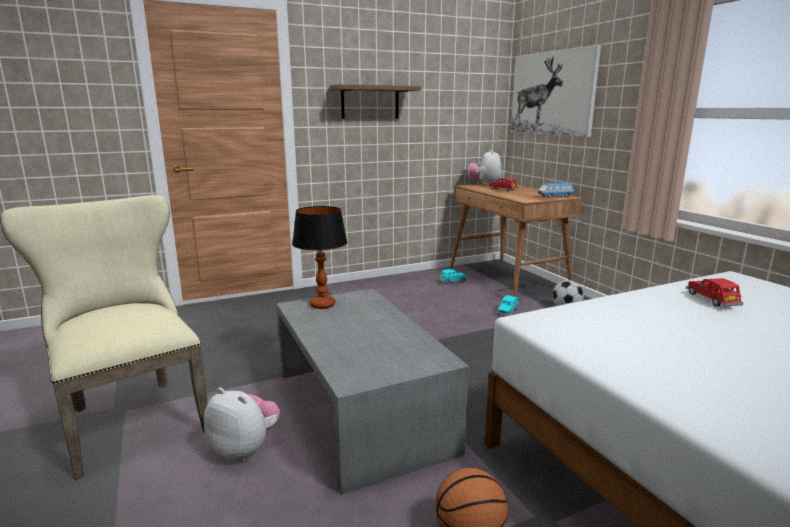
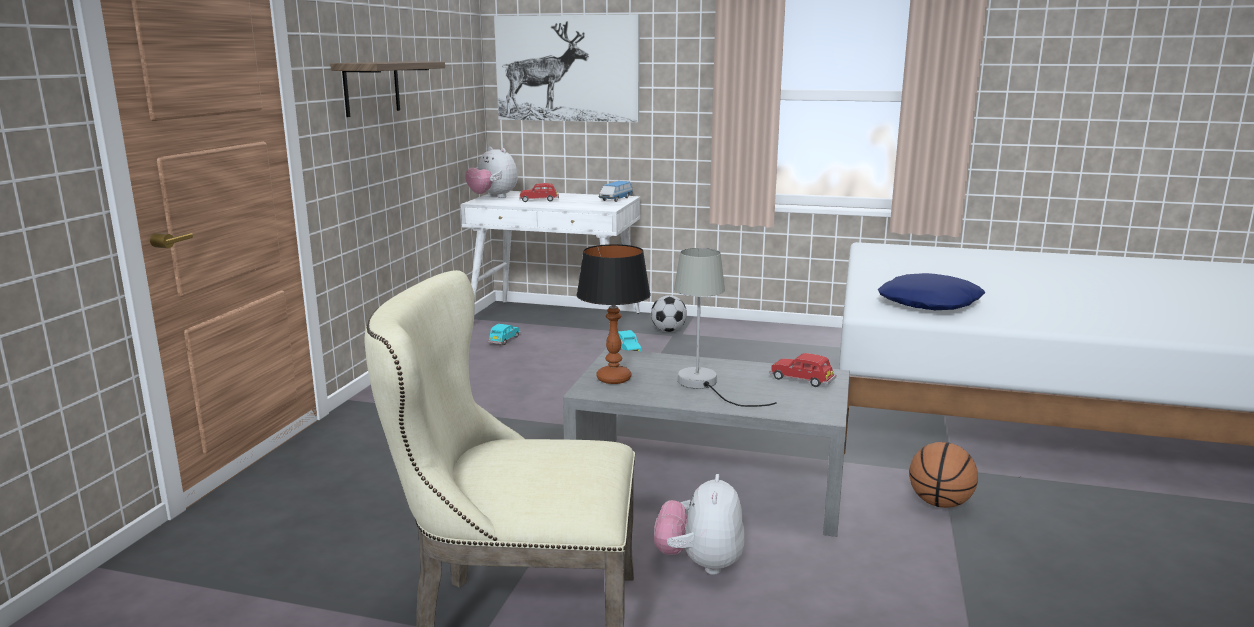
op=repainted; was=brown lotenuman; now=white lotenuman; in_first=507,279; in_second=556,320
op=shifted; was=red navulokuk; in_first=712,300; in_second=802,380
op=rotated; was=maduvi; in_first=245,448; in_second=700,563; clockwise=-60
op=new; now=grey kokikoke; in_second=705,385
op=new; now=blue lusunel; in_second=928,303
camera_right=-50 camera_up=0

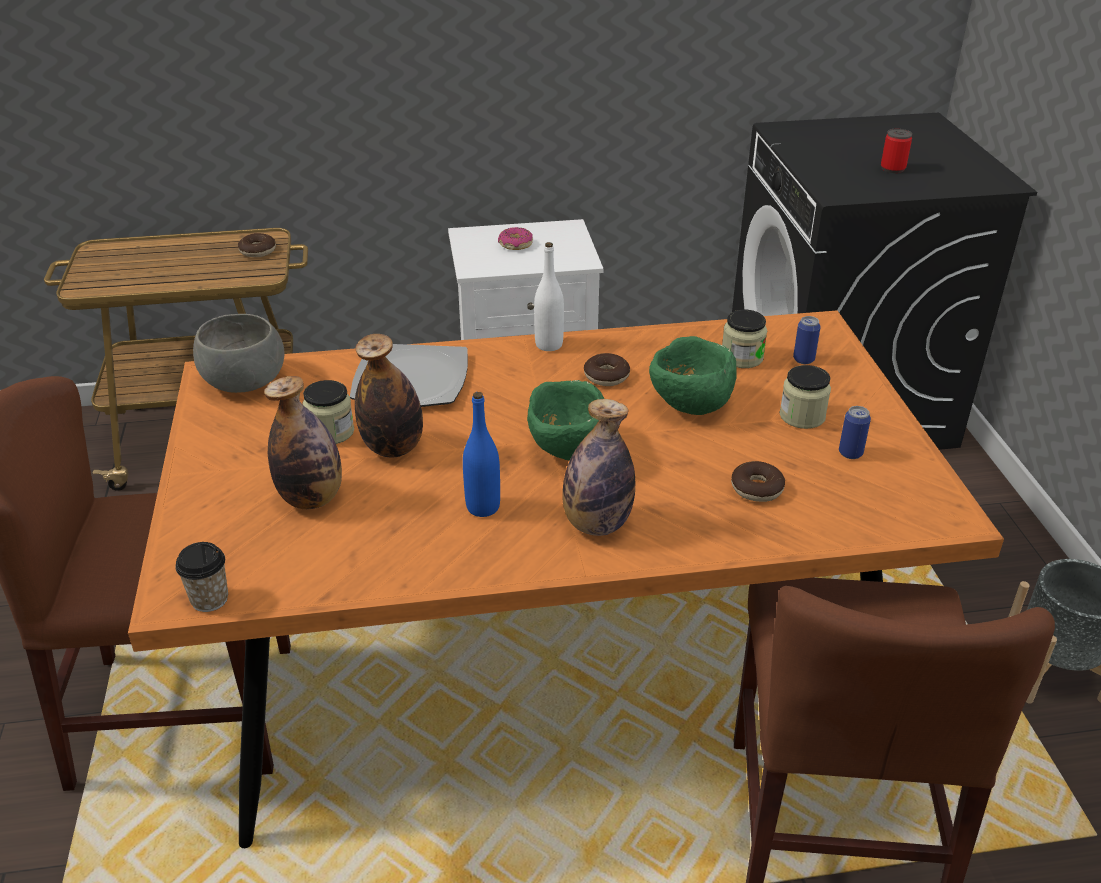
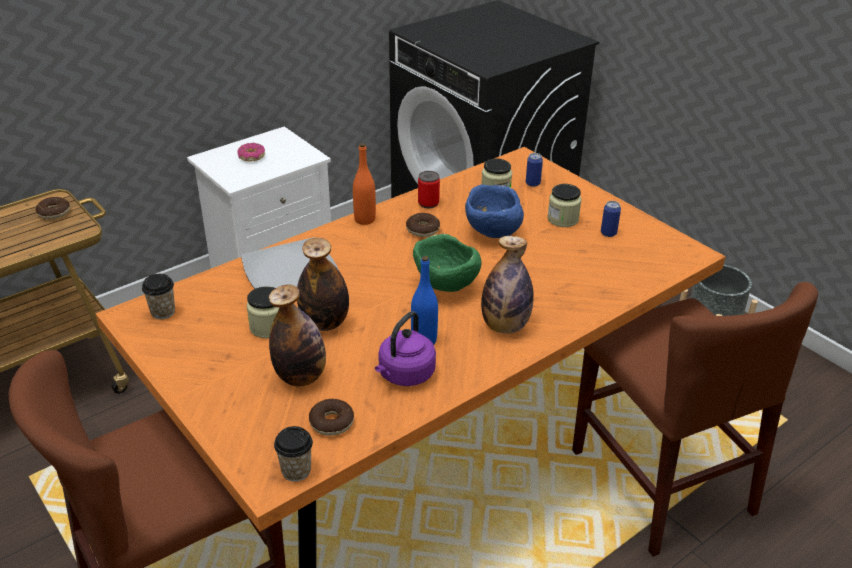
op=shifted; was=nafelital; in_first=892,168; in_second=428,203
op=repainted; was=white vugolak; now=orange vugolak; in_first=549,345; in_second=365,219
op=swapped; was=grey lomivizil; now=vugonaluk; in_first=245,381; in_second=163,312
op=repainted; was=green lomivizil; now=blue lomivizil; in_first=690,405; in_second=492,233
op=shifted; was=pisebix; in_first=756,488; in_second=331,422
op=new; now=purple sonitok; in_second=404,375
camera_right=-30 camera_up=0

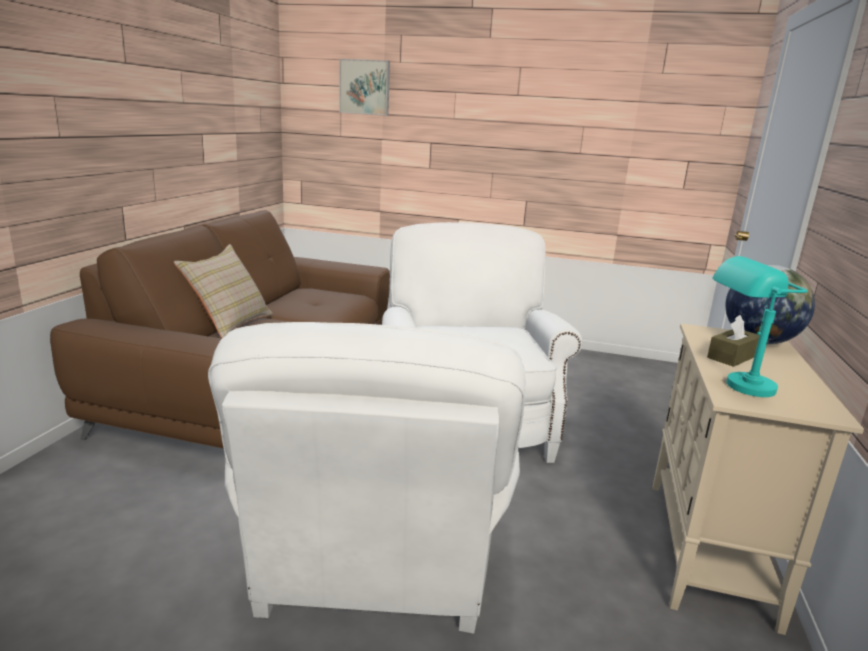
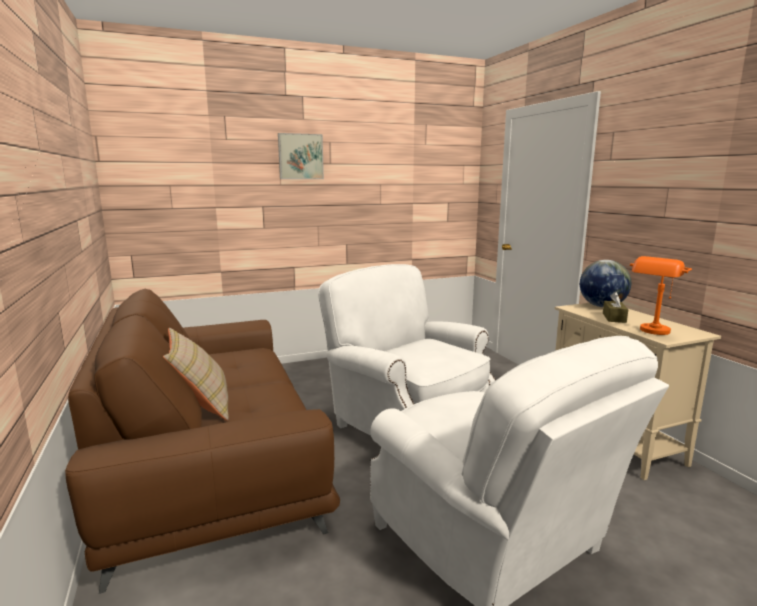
op=shifted; was=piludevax; in_first=365,87; in_second=300,156
op=repainted; was=turquoise kokikoke; now=orange kokikoke; in_first=736,388; in_second=652,333
camera_right=-35 camera_up=-5

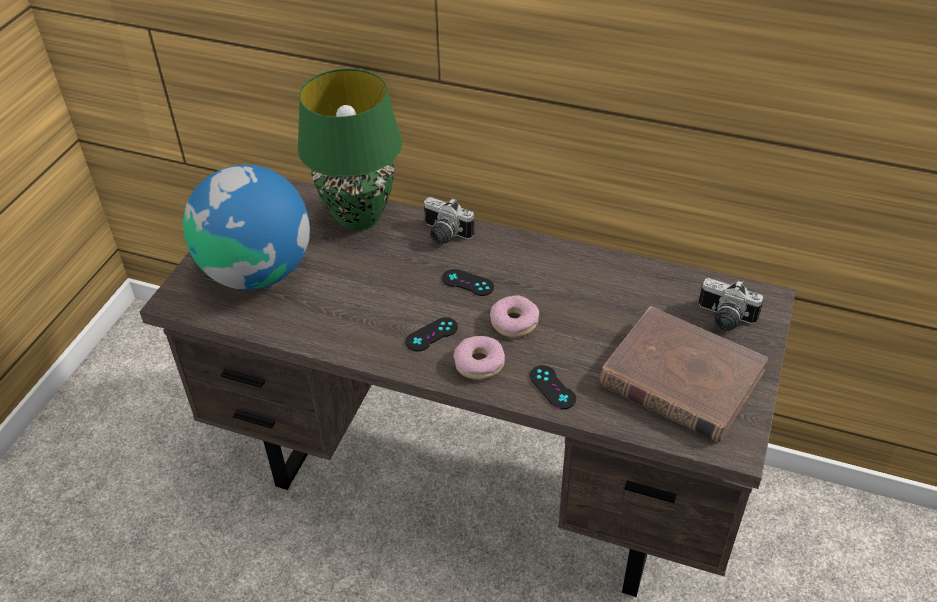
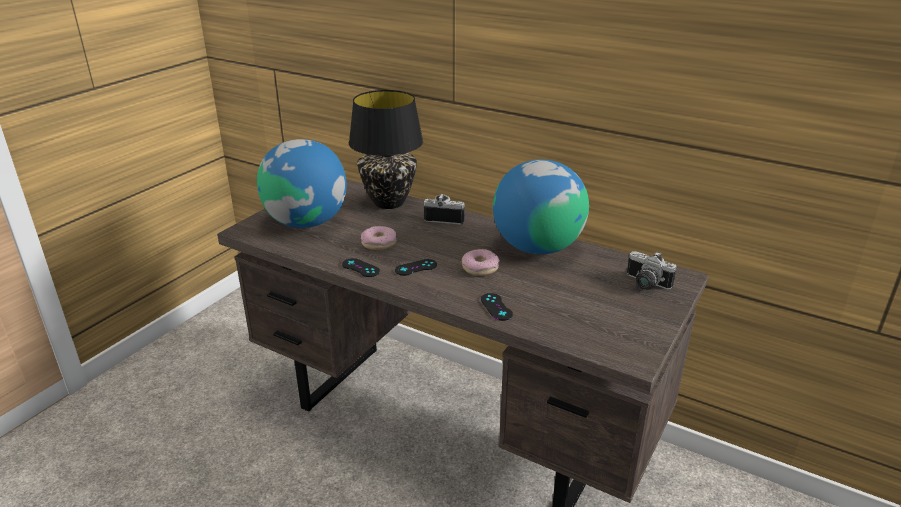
op=repainted; was=green kokikoke; now=black kokikoke; in_first=359,218; in_second=389,203
op=rotated; was=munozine; in_first=444,235; in_second=445,217; clockwise=150
op=shifted; was=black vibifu; in_first=468,283; in_second=360,268
op=gone; was=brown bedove; in_first=680,379
op=shifted; was=pisebix; in_first=479,363; in_second=379,243
op=new; now=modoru; in_second=537,247
camera_right=10 camera_up=-15

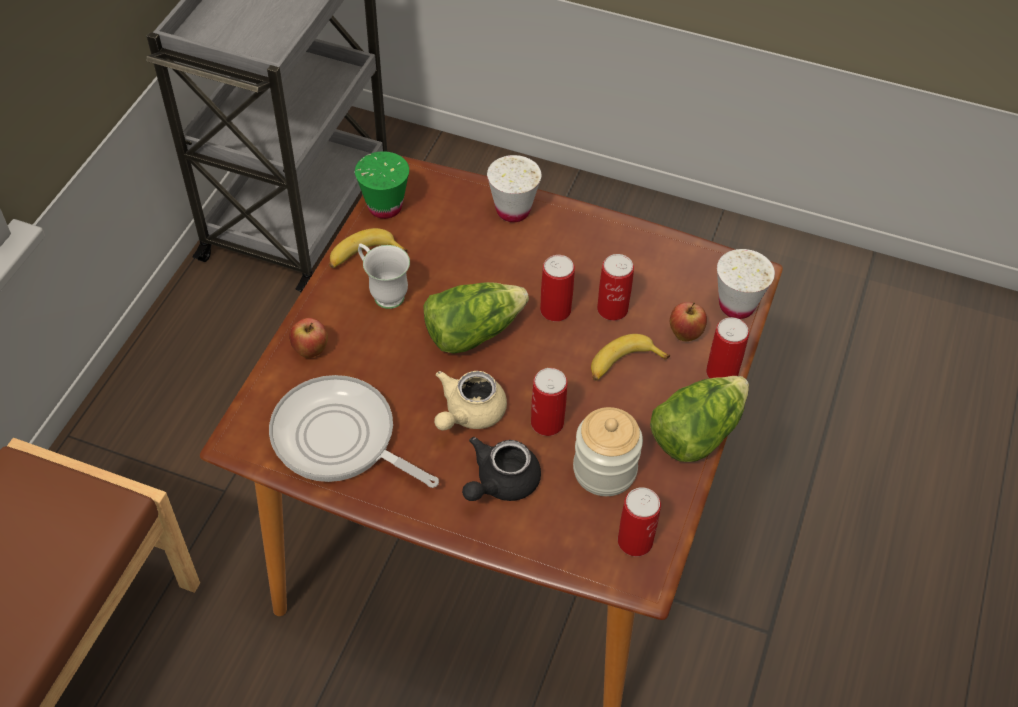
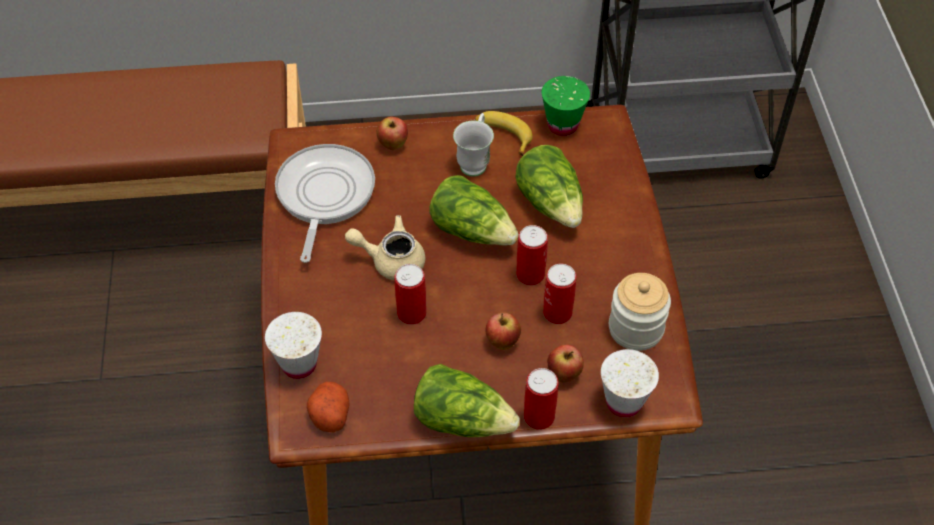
op=shifted; was=white vugonaluk; in_first=513,210; in_second=299,364
op=swapped; was=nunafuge; now=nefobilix; in_first=623,365; in_second=502,342
op=shifted; was=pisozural; in_first=604,470; in_second=636,328
op=gone; was=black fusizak; in_first=500,483
op=swapped; was=nafelital; now=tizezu; in_first=635,541; in_second=329,414
op=new; now=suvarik; in_second=551,203
camera_right=65 camera_up=0

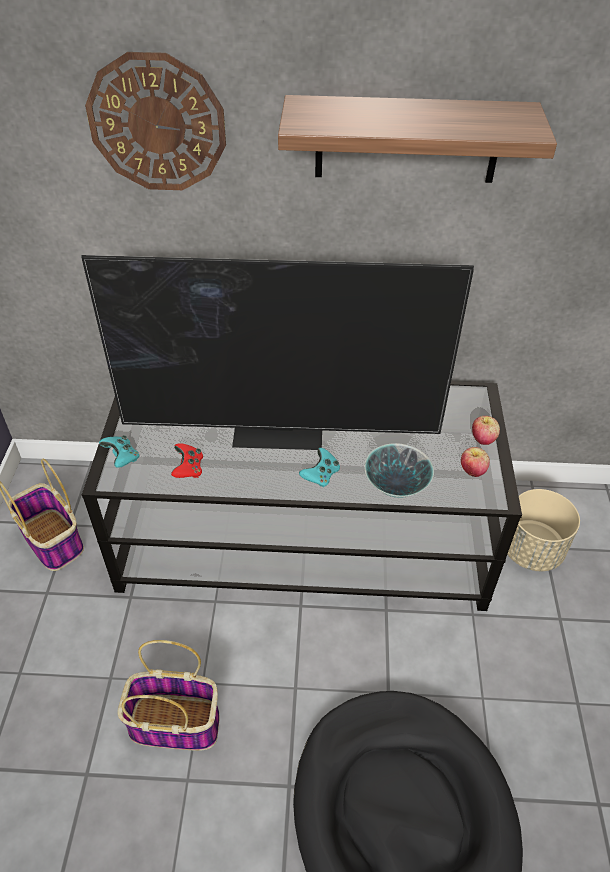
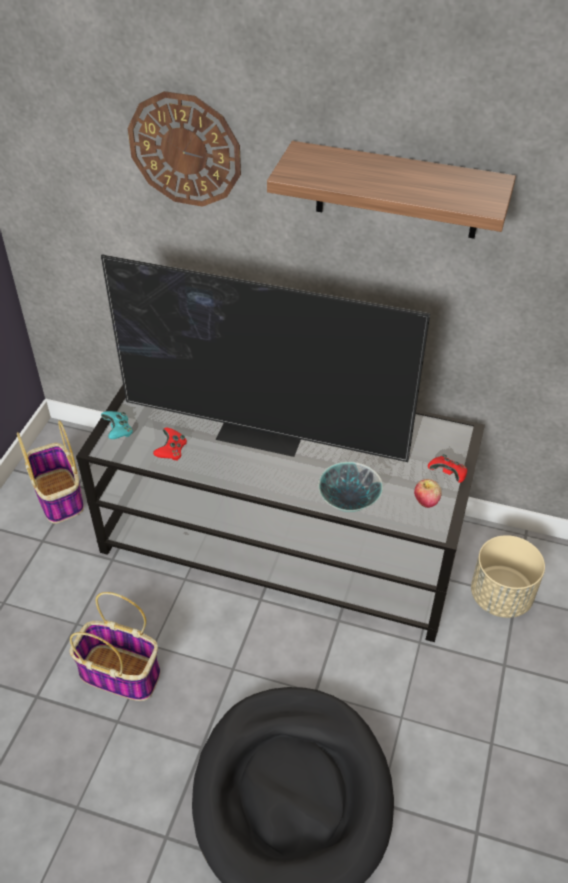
op=swapped; was=nefobilix; now=red vibifu; in_first=483,439; in_second=448,475
op=gone; was=turquoise vibifu; in_first=320,476
camera_right=15 camera_up=0

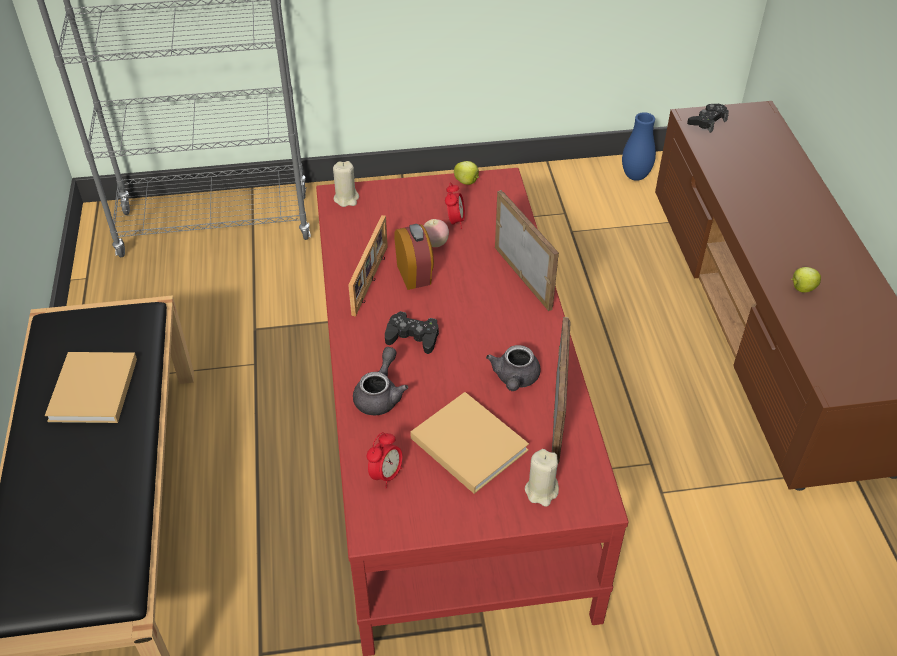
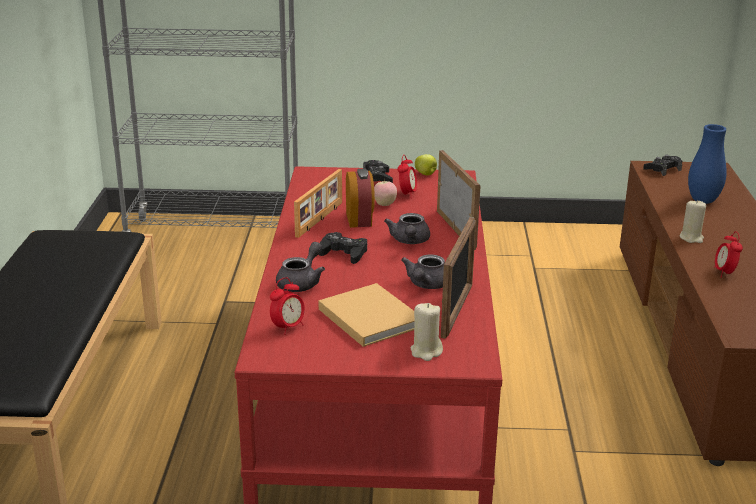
op=shifted; was=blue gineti; in_first=635,176; in_second=703,201
op=shifted; was=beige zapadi; in_first=346,198; in_second=691,238
op=swapped; was=nefobilix; now=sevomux; in_first=802,288; in_second=724,273
op=gone; was=beige bedove; in_first=92,392
op=new; now=black vibifu; in_second=377,178
op=new; now=grey fusizak; in_second=409,241
camera_right=10 camera_up=-20

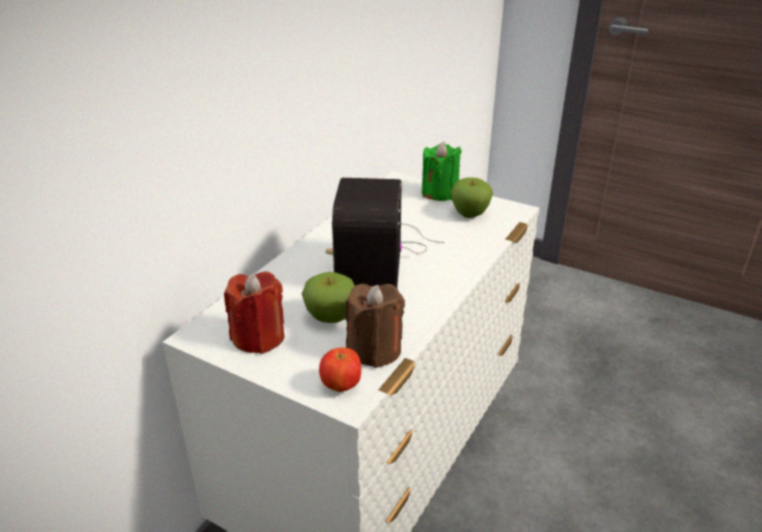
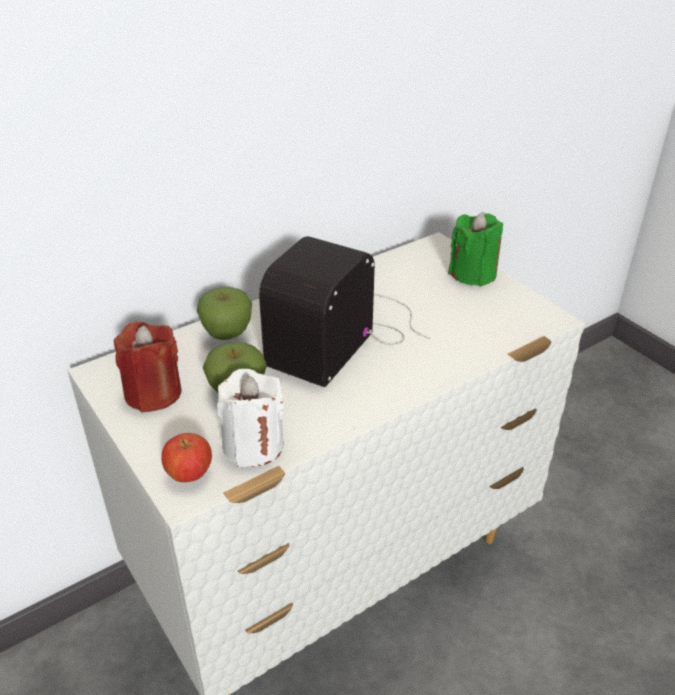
op=shifted; was=nefobilix; in_first=470,214; in_second=227,334
op=repainted; was=brown zapadi; now=white zapadi; in_first=375,350; in_second=253,445
camera_right=25 camera_up=5

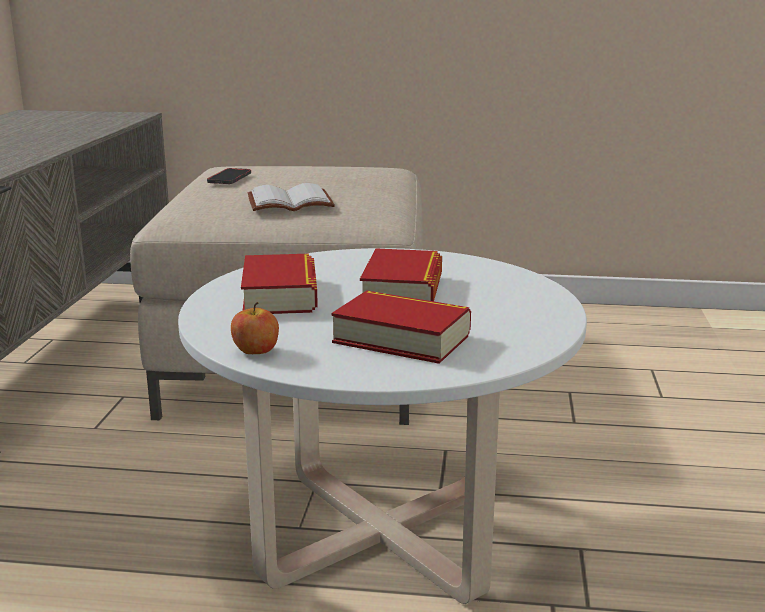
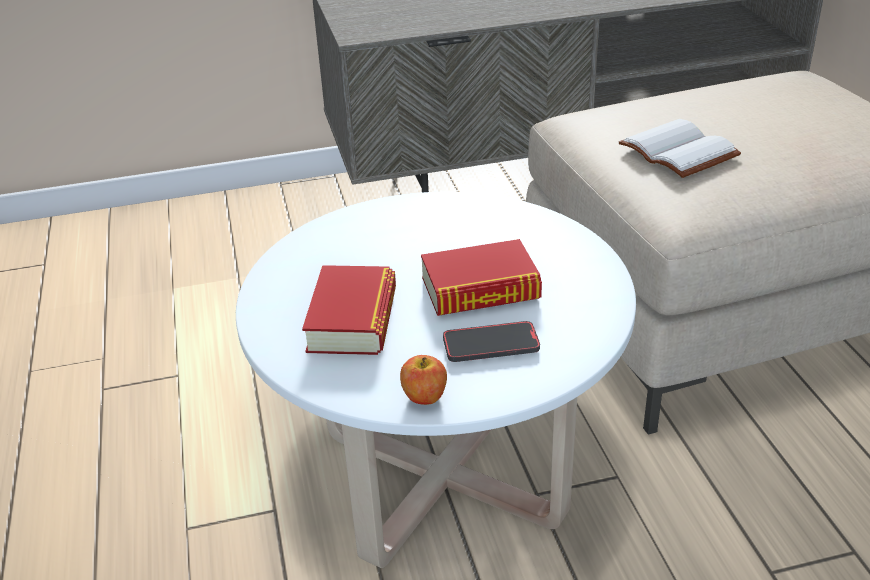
op=shifted; was=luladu; in_first=229,179; in_second=491,345
op=gone; was=bedove; in_first=280,295
op=shifted; was=nefobilix; in_first=256,351; in_second=424,396
camera_right=70 camera_up=15

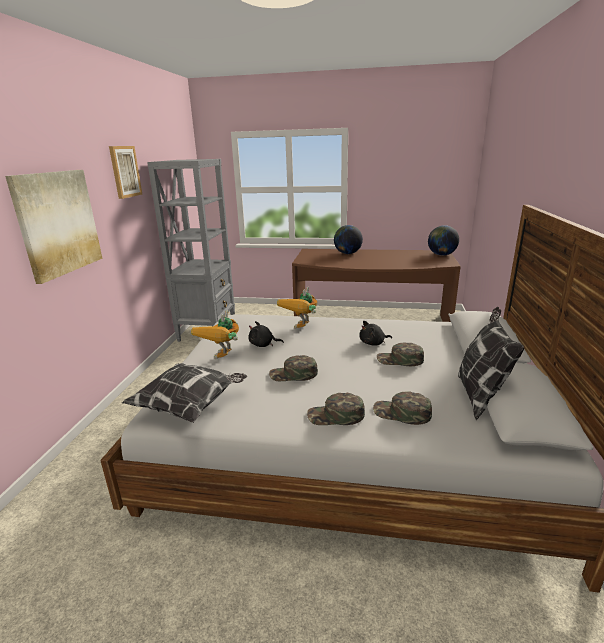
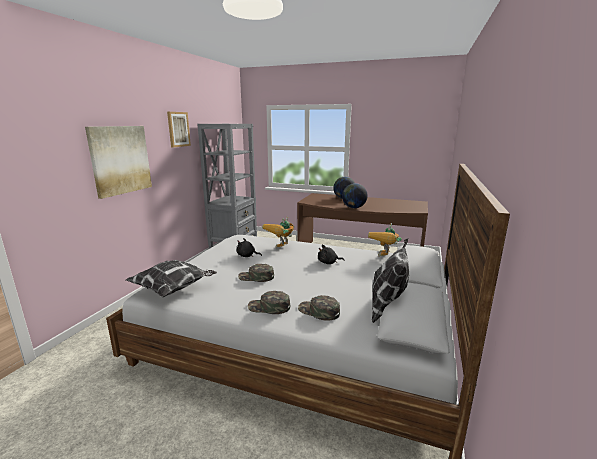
op=shifted; was=modoru; in_first=441,255; in_second=353,208
op=shifted; was=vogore; in_first=223,359; in_second=385,257
op=gone; was=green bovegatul; in_first=399,360
camera_right=10 camera_up=-5

